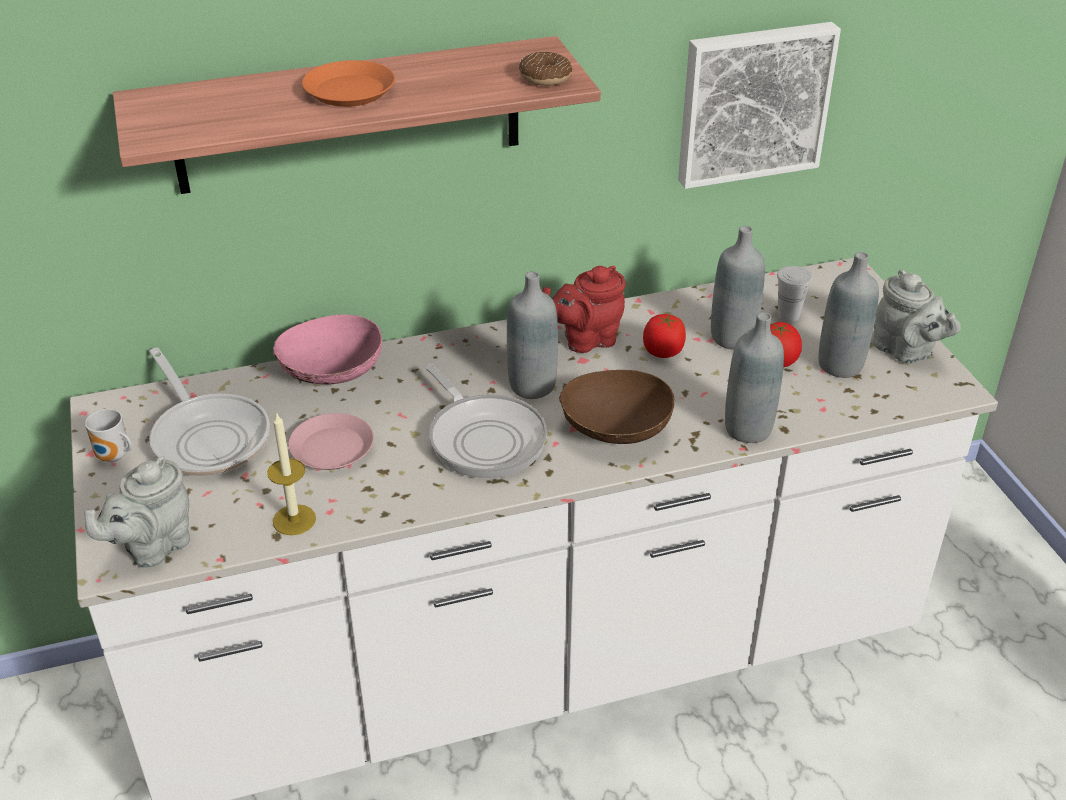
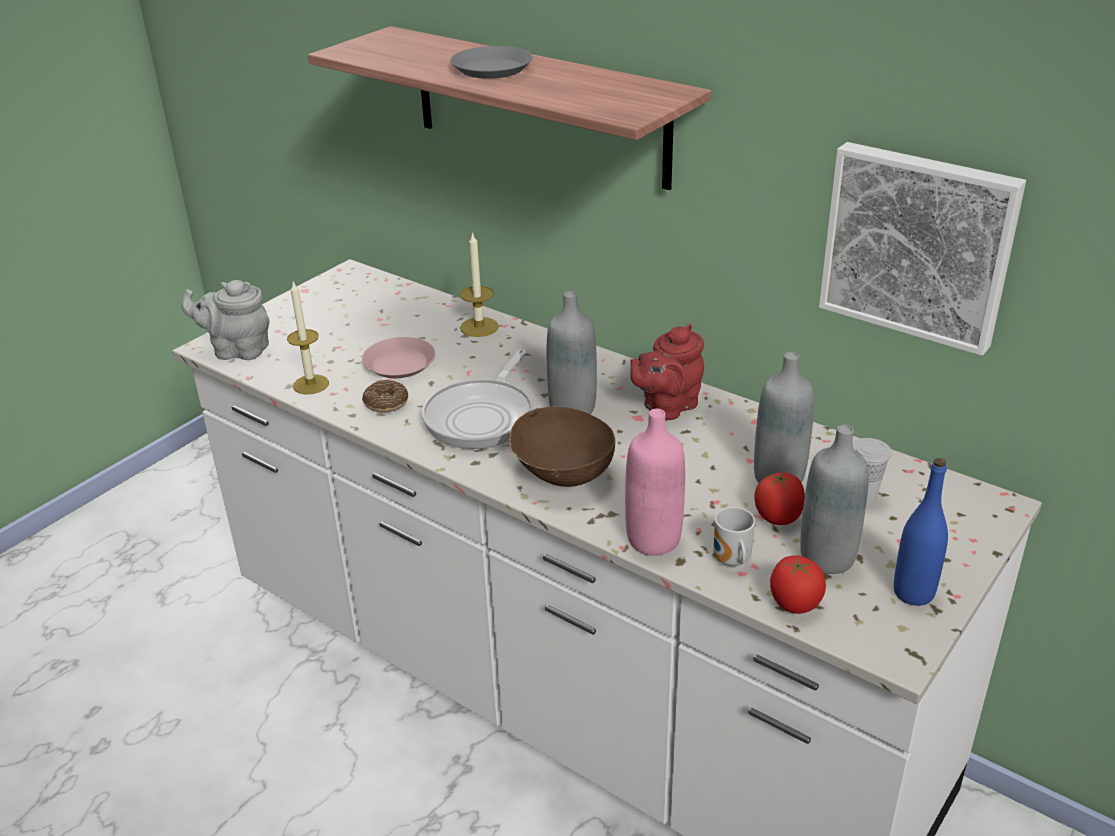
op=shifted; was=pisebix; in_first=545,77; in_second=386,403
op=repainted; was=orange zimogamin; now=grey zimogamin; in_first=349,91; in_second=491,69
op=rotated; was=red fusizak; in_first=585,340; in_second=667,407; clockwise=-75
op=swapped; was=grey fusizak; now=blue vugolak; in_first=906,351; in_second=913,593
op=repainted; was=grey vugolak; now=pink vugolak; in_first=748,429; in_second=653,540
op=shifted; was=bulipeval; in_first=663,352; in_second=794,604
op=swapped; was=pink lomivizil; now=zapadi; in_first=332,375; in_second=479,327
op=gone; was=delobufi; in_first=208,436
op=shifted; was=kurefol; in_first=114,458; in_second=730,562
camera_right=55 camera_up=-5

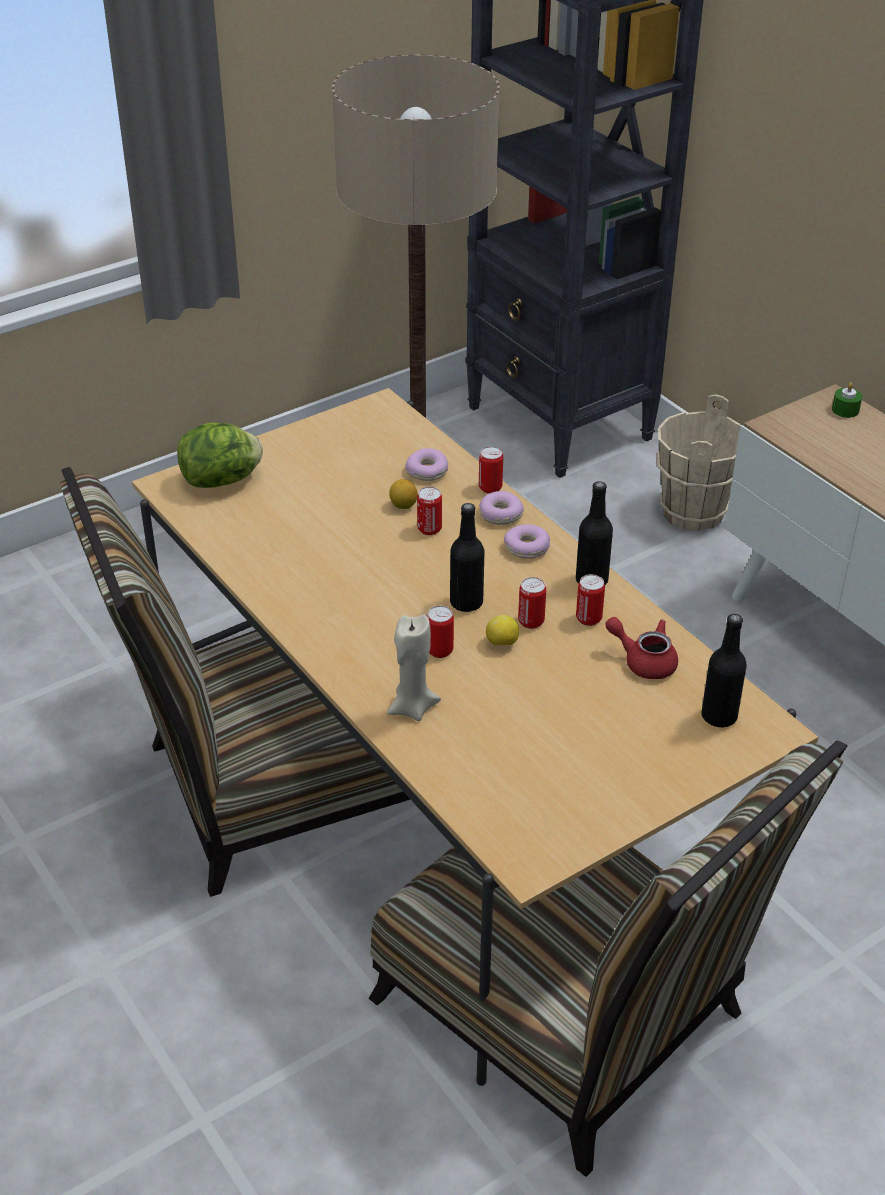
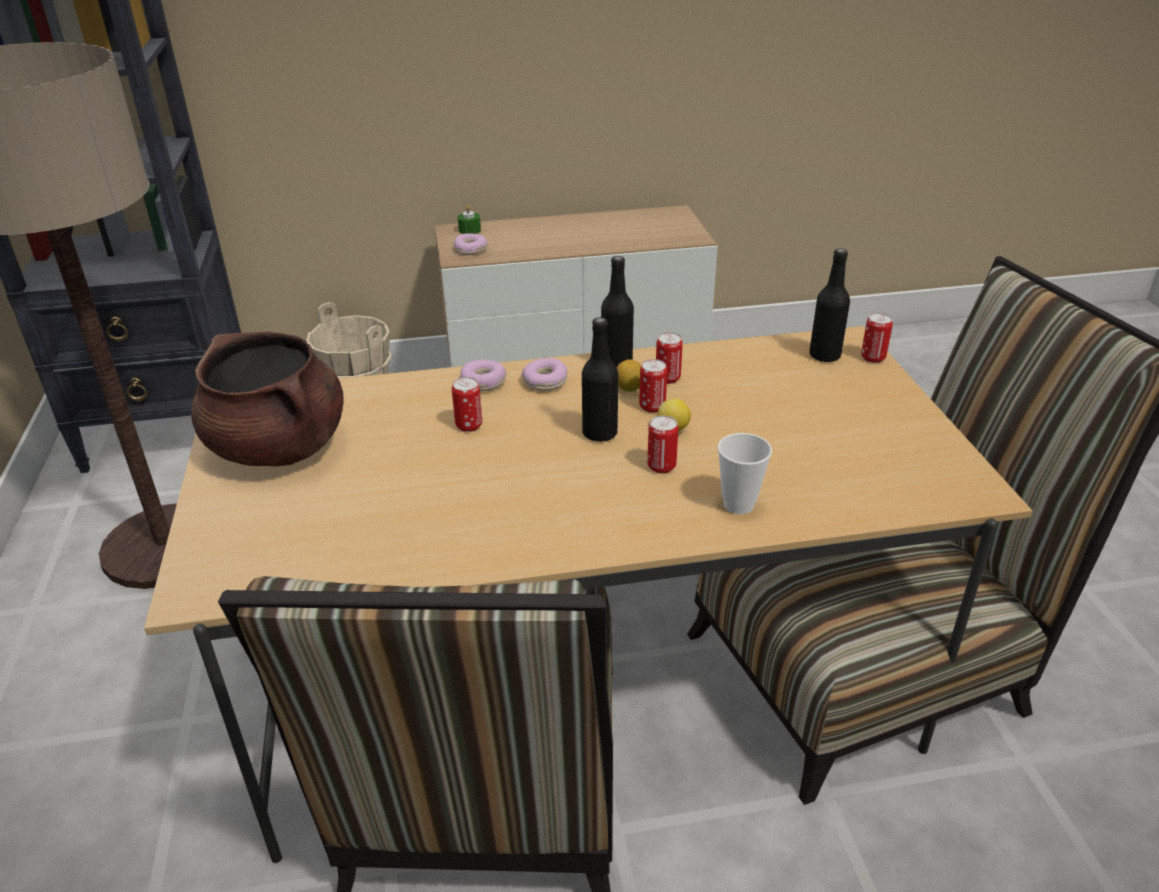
op=gone; was=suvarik; in_first=222,481
op=shifted; was=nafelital; in_first=490,488; in_second=873,358
op=shifted; was=pisebix; in_first=427,471; in_second=470,249
op=shifted; was=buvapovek; in_first=403,505; in_second=629,388
op=swapped; was=beige zapadi; now=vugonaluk; in_first=412,708; in_second=738,504
op=gone; was=red fusizak; in_first=644,661
op=new; now=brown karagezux; in_second=279,447
camera_right=-65 camera_up=-5

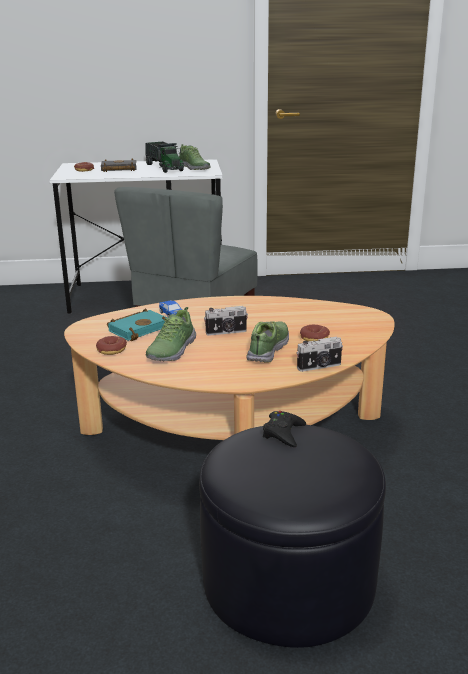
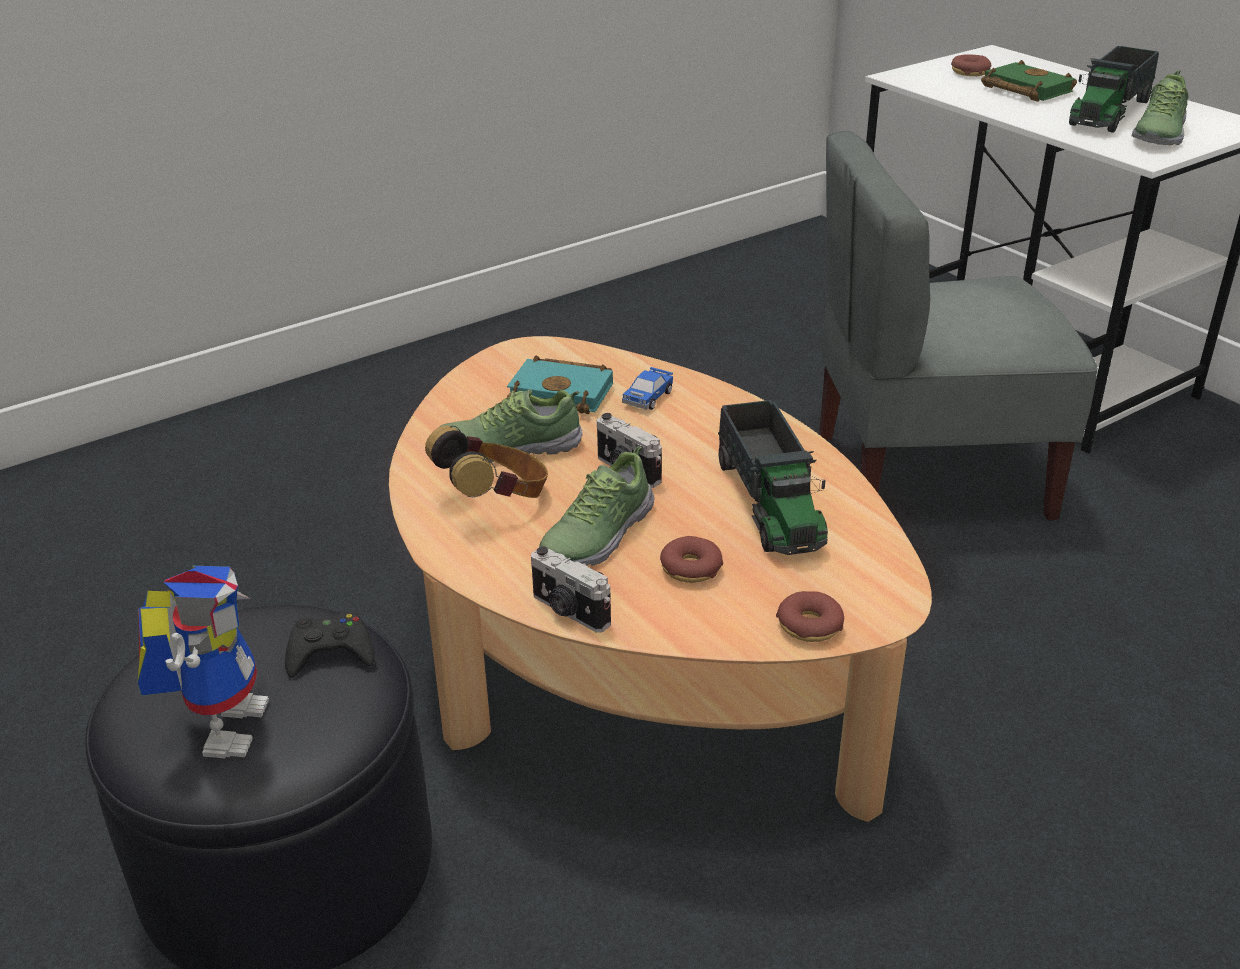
op=repainted; was=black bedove; now=green bedove; in_first=118,169; in_second=1023,89
op=rotated; was=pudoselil; in_first=268,349; in_second=596,534; clockwise=135
op=shifted; was=pisebix; in_first=111,350; in_second=809,625
op=new; now=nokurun; in_second=770,503
op=new; now=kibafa; in_second=495,499
op=new; now=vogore; in_second=224,722
camera_right=60 camera_up=10

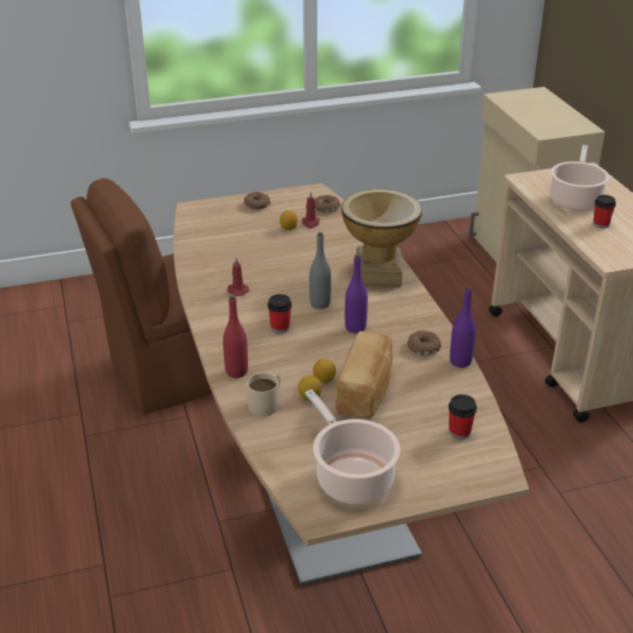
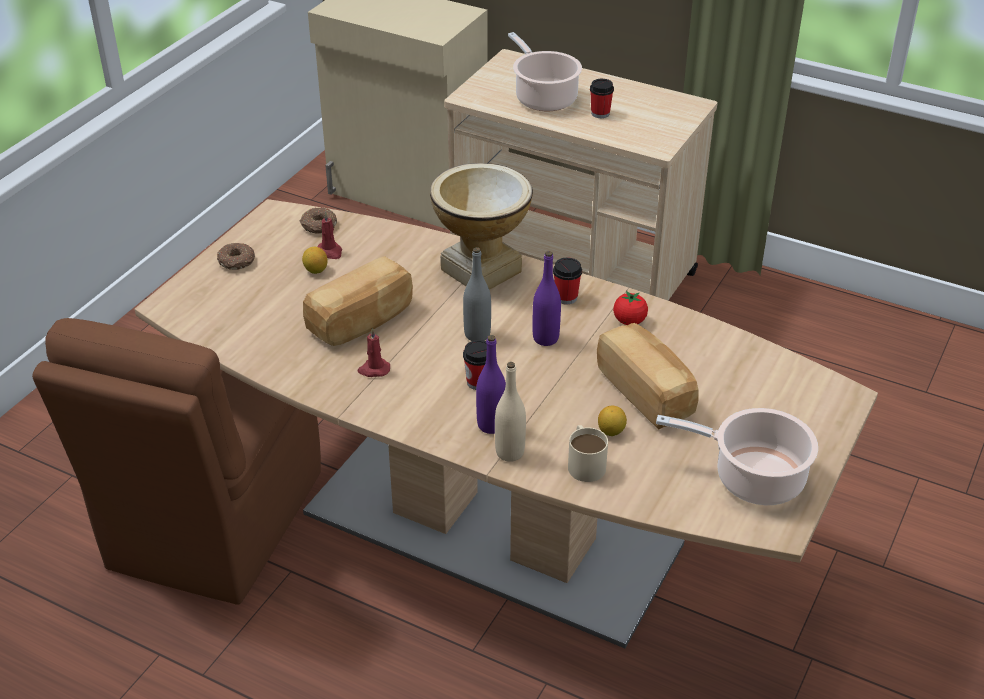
op=shifted; was=purple vugolak; in_first=460,361; in_second=491,425
op=repainted; was=red vugolak; now=beige vugolak; in_first=236,371; in_second=510,452
op=swapped; was=pisebix; now=bulipeval; in_first=423,347; in_second=629,321
op=gone; was=buvapovek; in_first=324,380
op=shifted; was=vugonaluk; in_first=459,432; in_second=566,297
op=new; now=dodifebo; in_second=362,321
camera_right=-45 camera_up=5

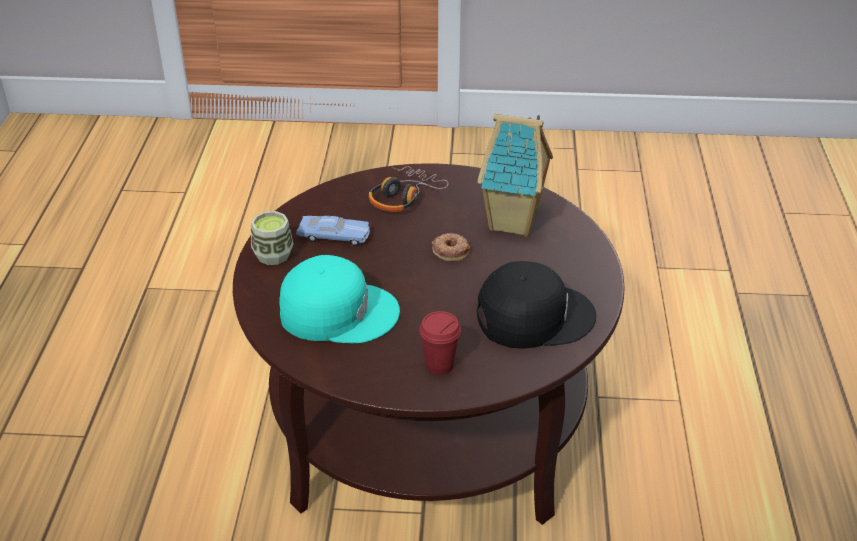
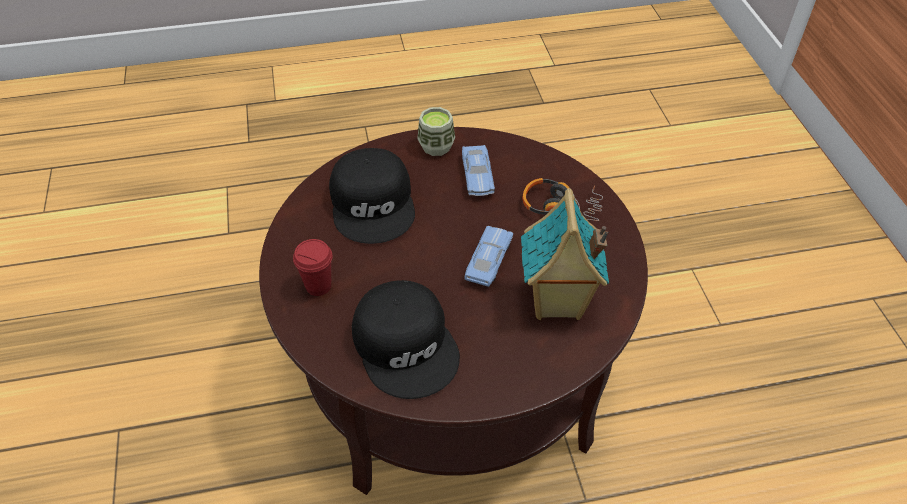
op=swapped; was=pisebix; now=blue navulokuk; in_first=450,250; in_second=488,261
op=repainted; was=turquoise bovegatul; now=black bovegatul; in_first=338,311; in_second=374,203
camera_right=75 camera_up=10

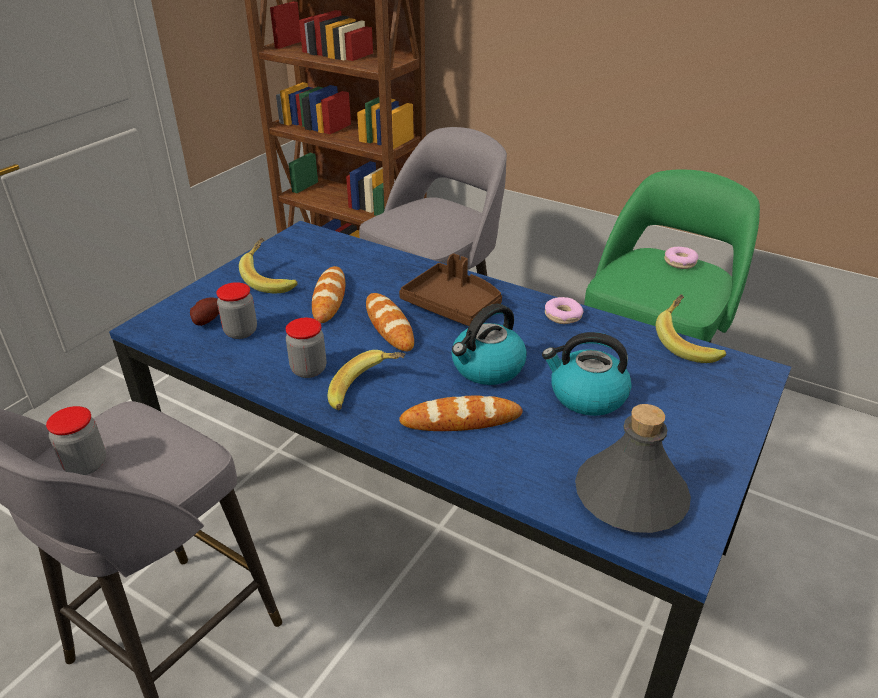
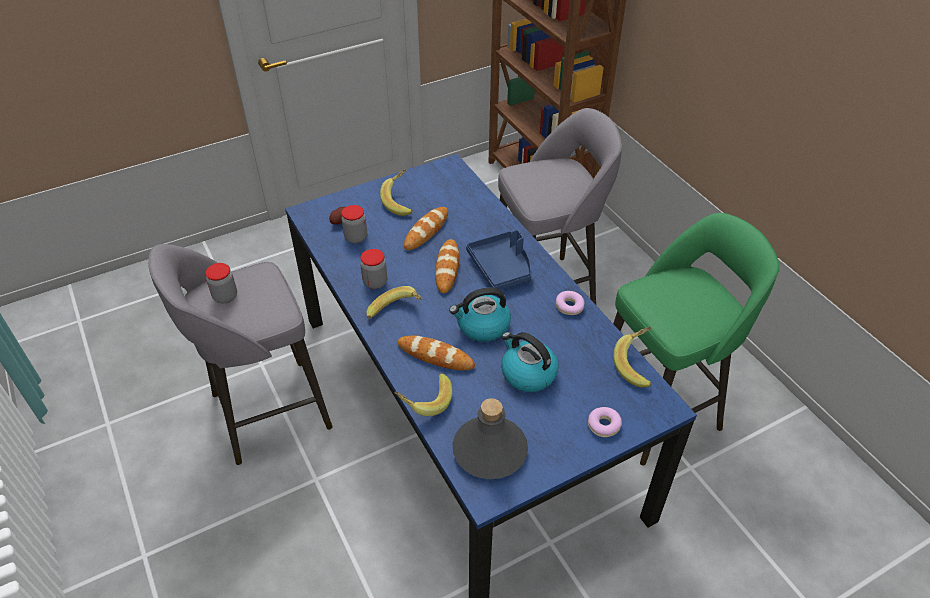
op=shifted; was=pisebix; in_first=680,262; in_second=604,425
op=repainted; was=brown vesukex; now=blue vesukex; in_first=453,305; in_second=501,268
op=new; now=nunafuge; in_second=424,400
camera_right=30 camera_up=10

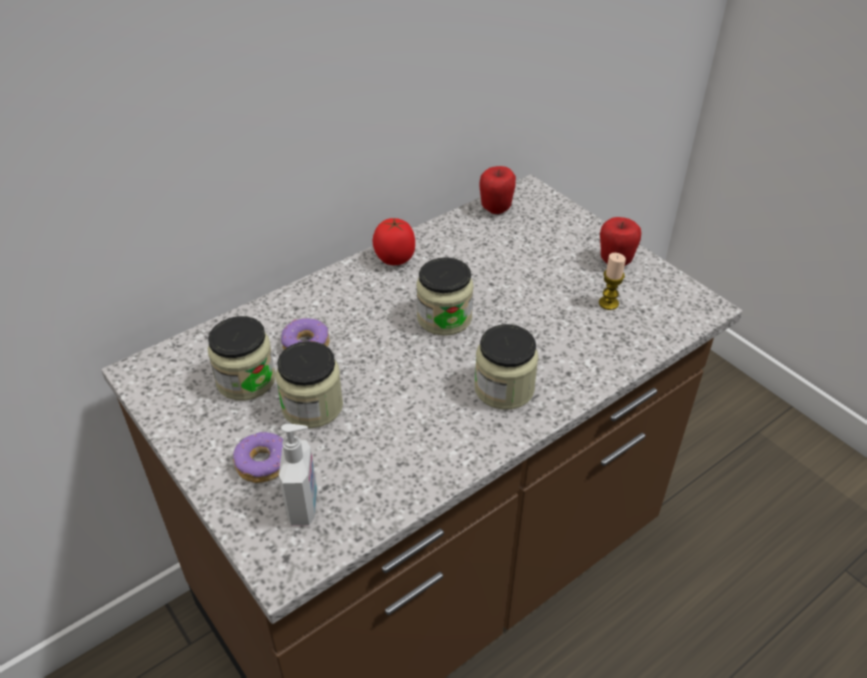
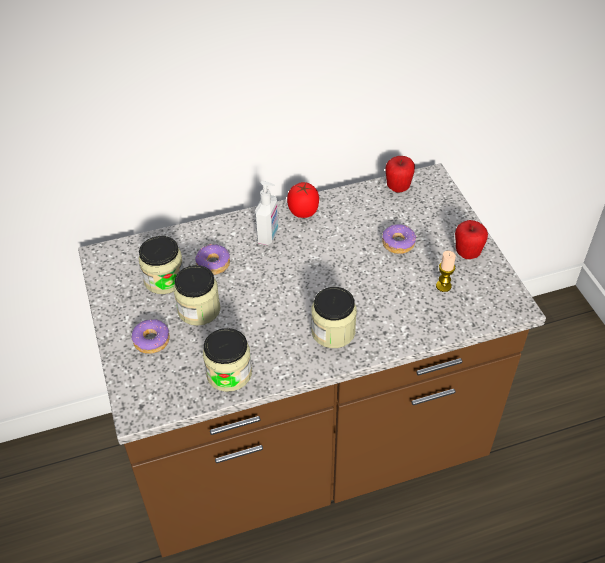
op=shifted; was=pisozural; in_first=444,318; in_second=229,373
op=shifted; was=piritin; in_first=304,506; in_second=268,235
op=new; now=pisebix; in_second=398,243
camera_right=20 camera_up=5

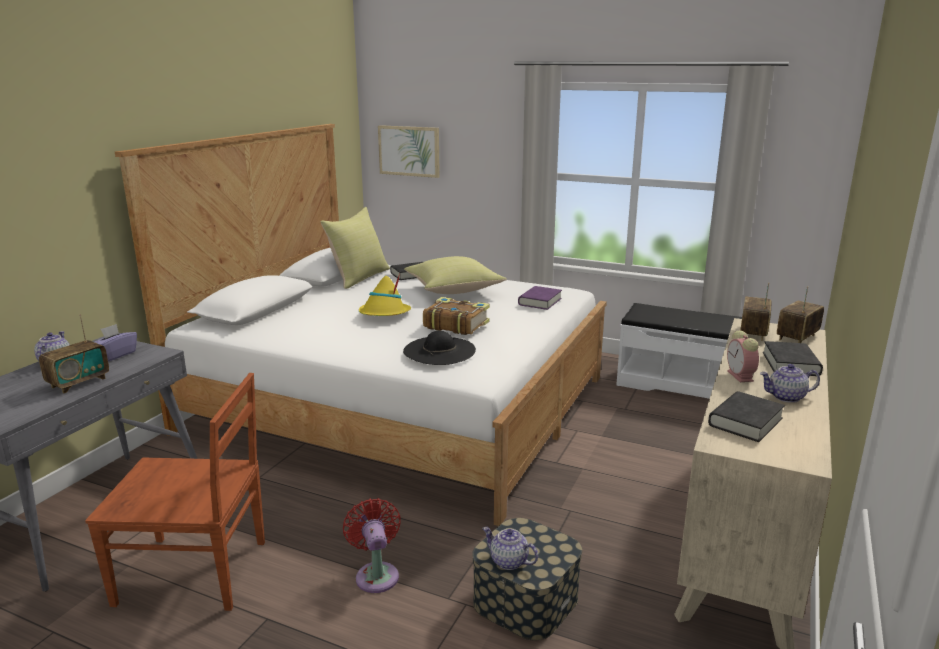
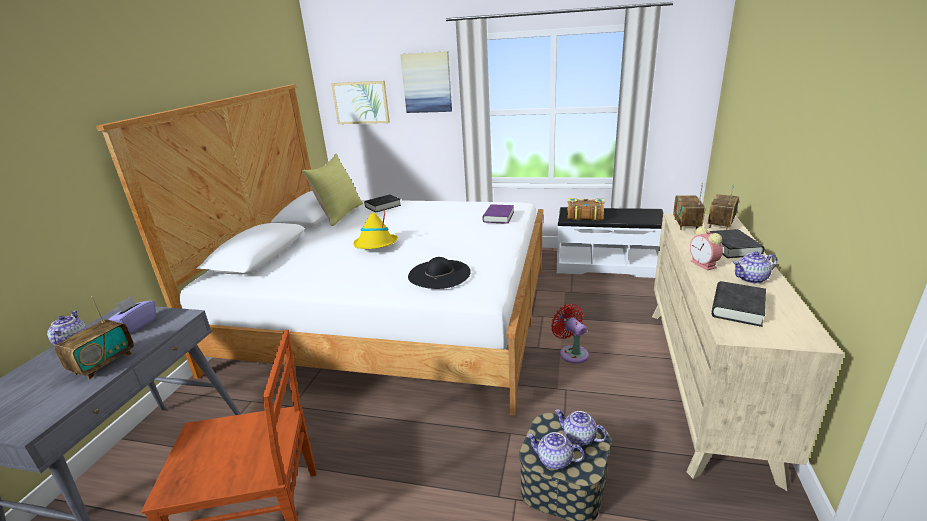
op=gone; was=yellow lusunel; in_first=454,290
op=shifted; was=bedove; in_first=455,325; in_second=584,215
op=shifted; was=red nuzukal; in_first=376,574; in_second=572,353
op=new; now=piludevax; in_second=427,82
op=new; now=fusizak; in_second=578,438
camera_right=-10 camera_up=5

